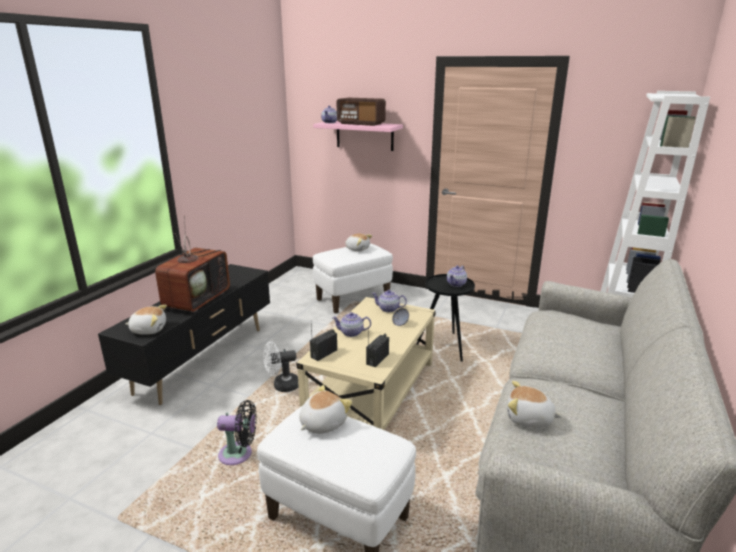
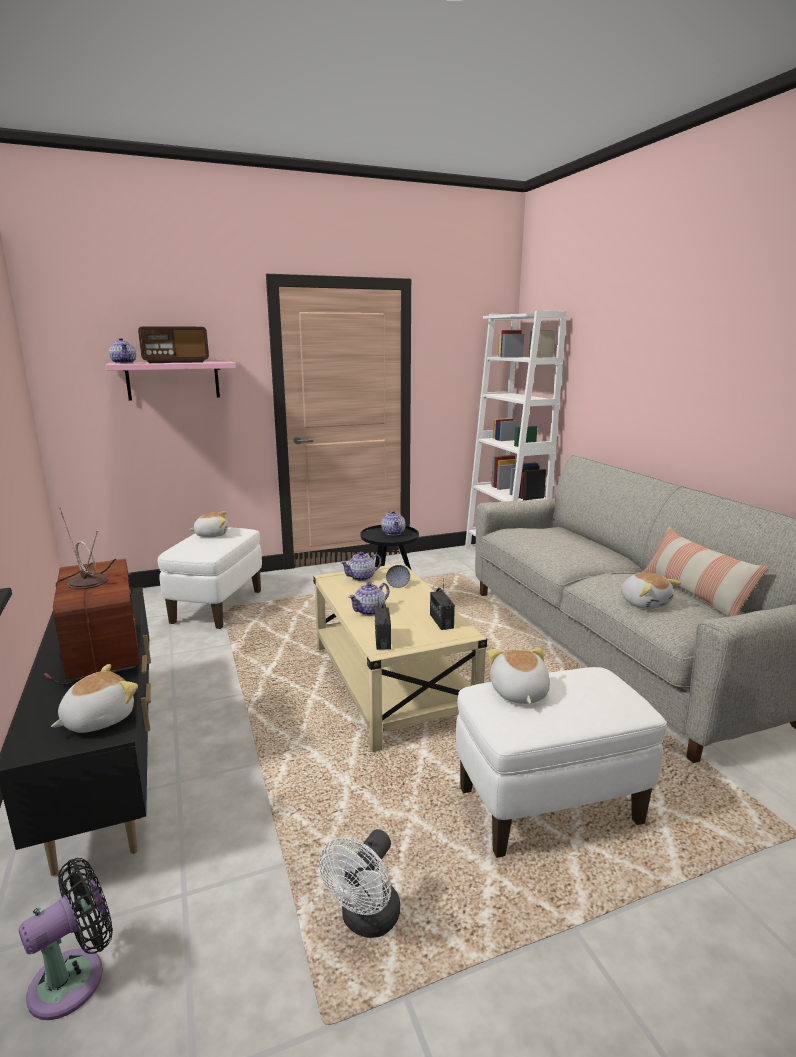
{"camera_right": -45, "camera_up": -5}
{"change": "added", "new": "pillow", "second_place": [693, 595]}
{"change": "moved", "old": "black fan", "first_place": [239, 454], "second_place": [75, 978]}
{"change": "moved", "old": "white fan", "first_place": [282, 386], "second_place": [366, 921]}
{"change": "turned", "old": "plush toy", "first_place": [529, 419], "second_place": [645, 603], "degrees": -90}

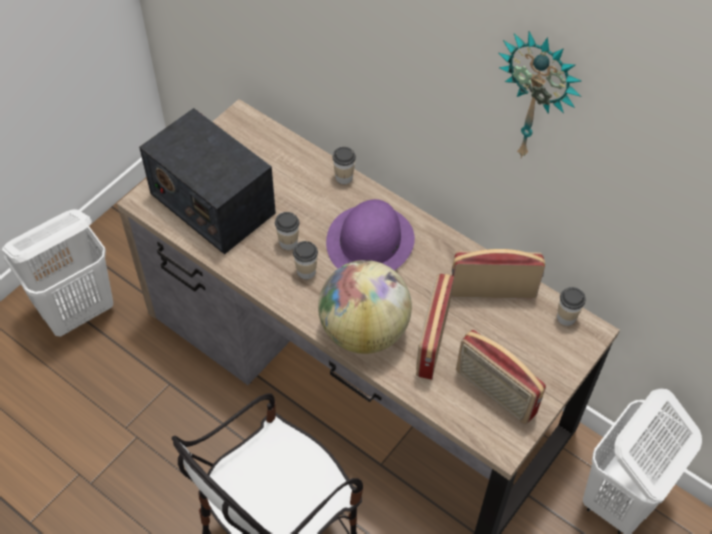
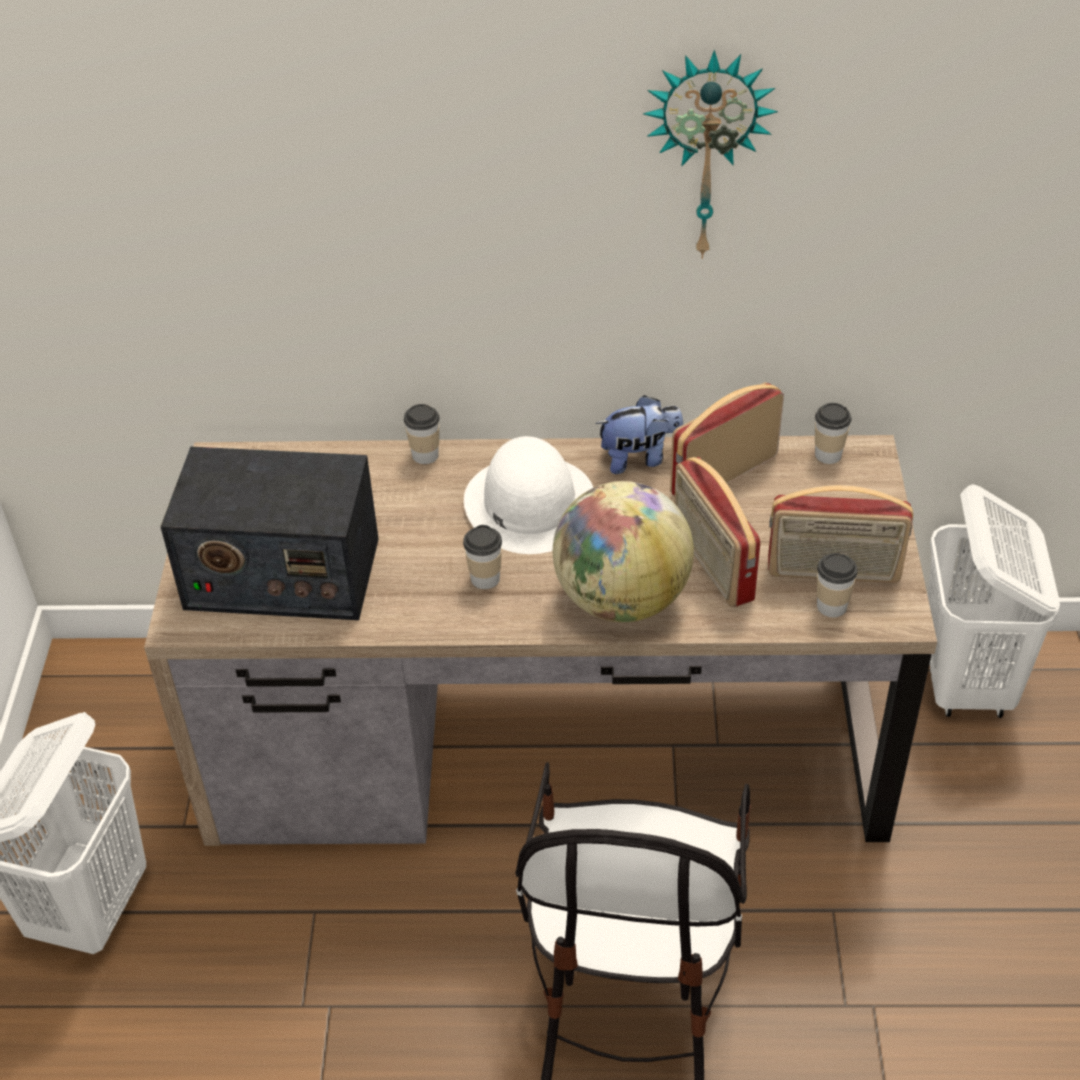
{"camera_right": -35, "camera_up": -10}
{"change": "added", "new": "plush toy", "second_place": [640, 458]}
{"change": "moved", "old": "cup", "first_place": [288, 242], "second_place": [831, 606]}
{"change": "recoloured", "old": "purple hat", "new": "white hat", "first_place": [370, 241], "second_place": [529, 503]}

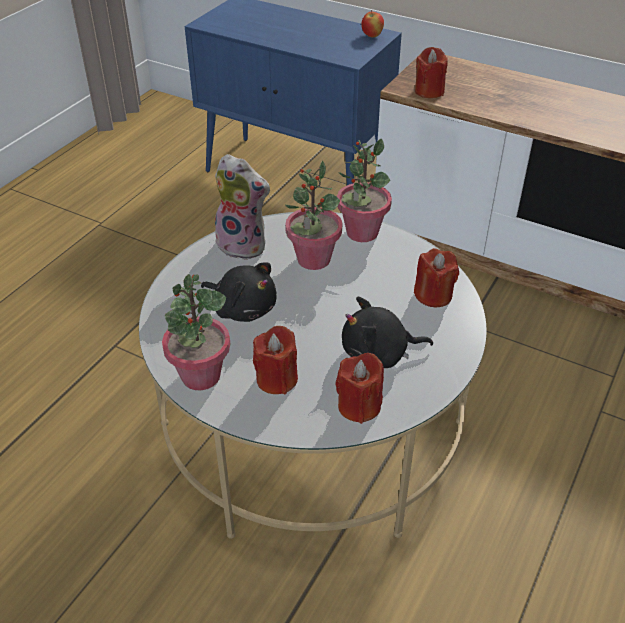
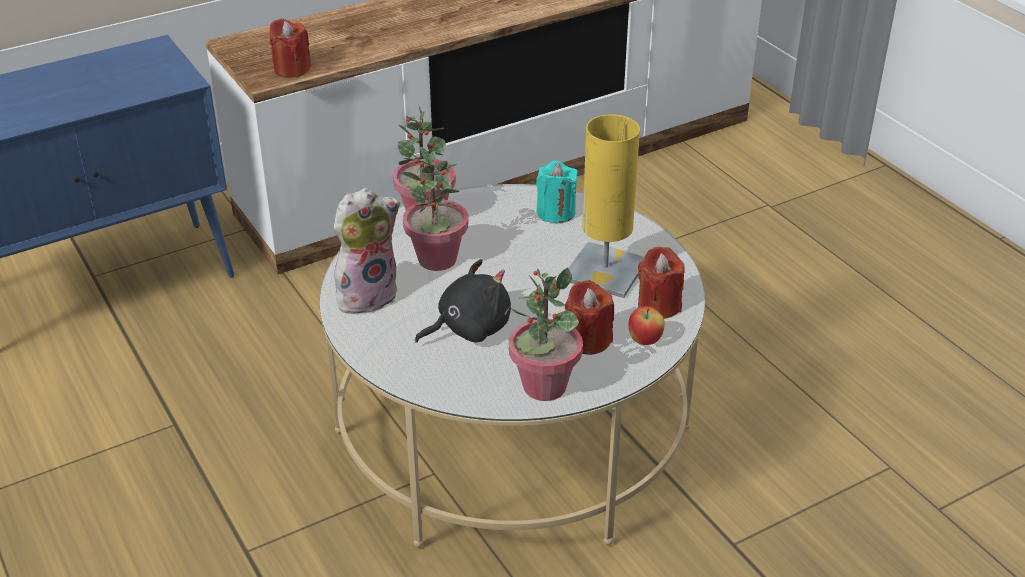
{"camera_right": -60, "camera_up": -5}
{"change": "moved", "old": "apple", "first_place": [372, 36], "second_place": [645, 341]}
{"change": "replaced", "old": "black plush toy", "new": "yellow table lamp", "first_place": [379, 354], "second_place": [605, 271]}
{"change": "recoloured", "old": "red candle", "new": "turquoise candle", "first_place": [433, 295], "second_place": [556, 212]}

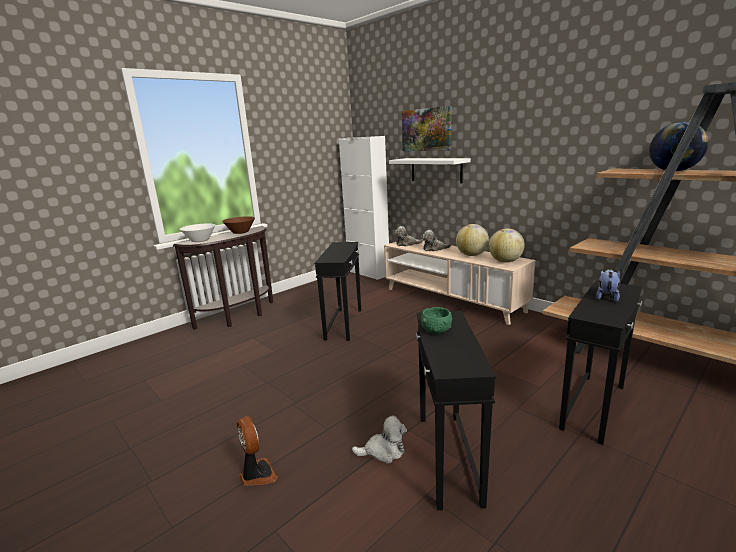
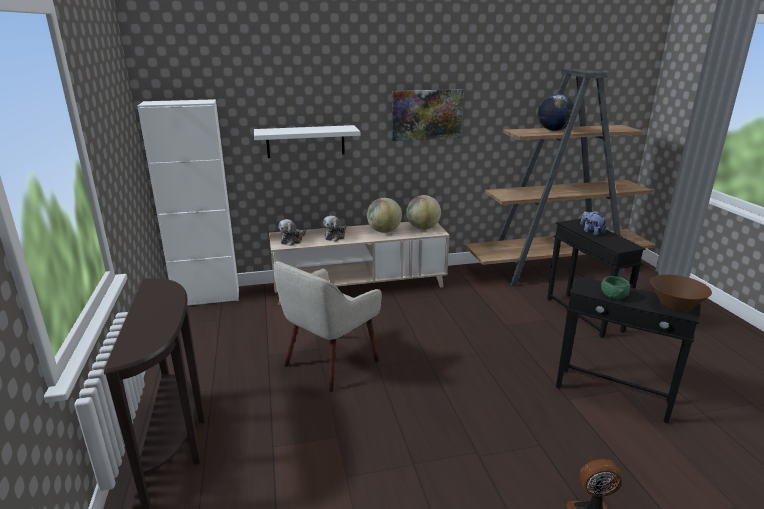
{"camera_right": -60, "camera_up": 5}
{"change": "removed", "old": "white bowl", "first_place": [200, 240]}
{"change": "removed", "old": "plush toy", "first_place": [383, 451]}
{"change": "moved", "old": "brown bowl", "first_place": [240, 232], "second_place": [675, 306]}
{"change": "moved", "old": "picture", "first_place": [426, 129], "second_place": [426, 114]}
{"change": "replaced", "old": "black side table", "new": "beige armchair", "first_place": [344, 324], "second_place": [329, 363]}

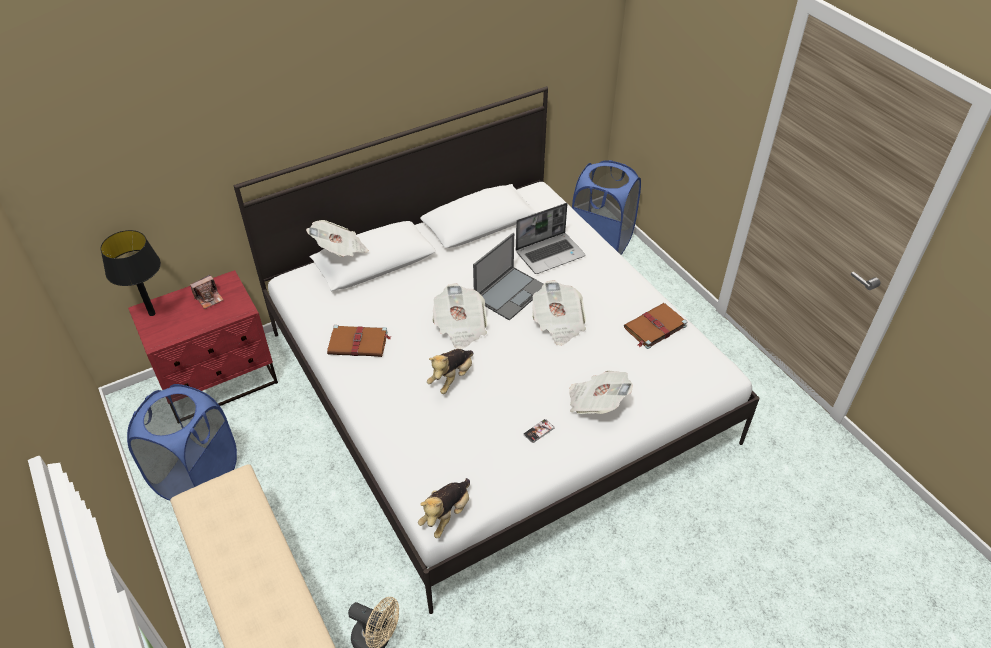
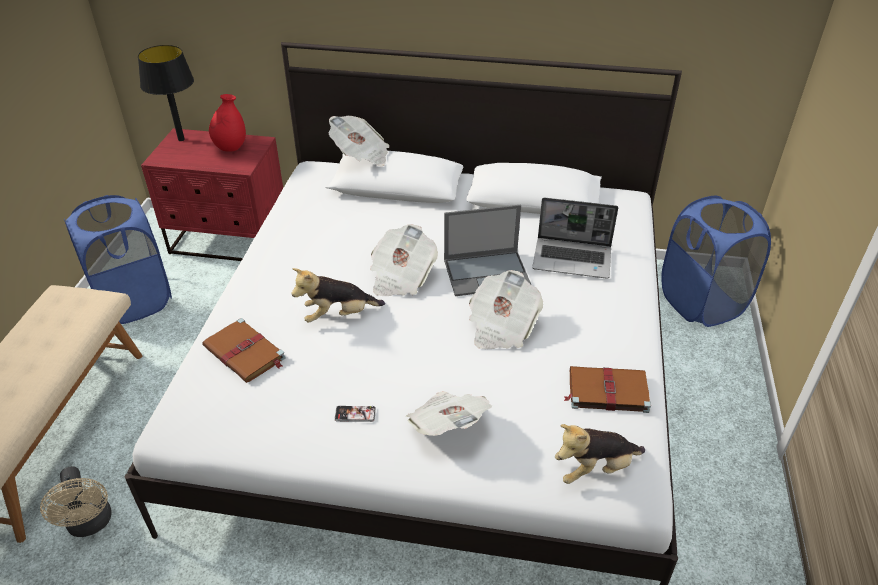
{"camera_right": 40, "camera_up": -5}
{"change": "moved", "old": "brown book", "first_place": [359, 343], "second_place": [245, 353]}
{"change": "moved", "old": "plush toy", "first_place": [446, 514], "second_place": [594, 468]}
{"change": "replaced", "old": "photo camera", "new": "red vase", "first_place": [209, 298], "second_place": [231, 148]}

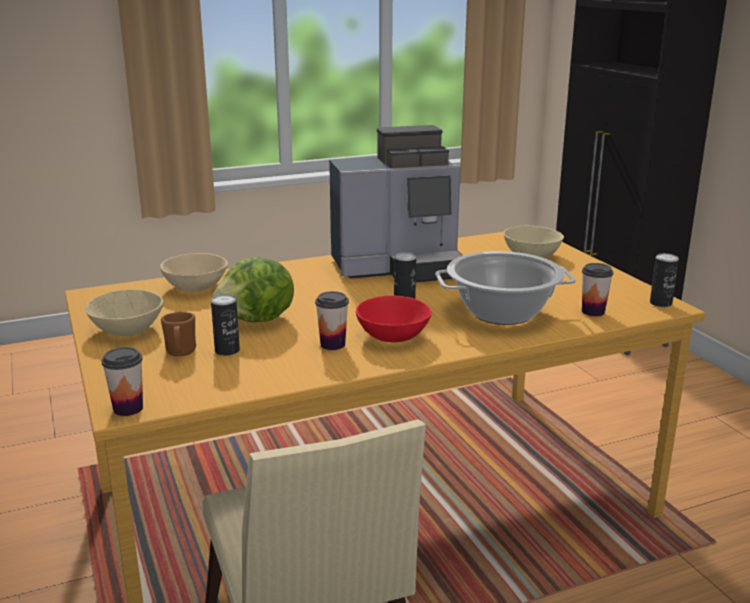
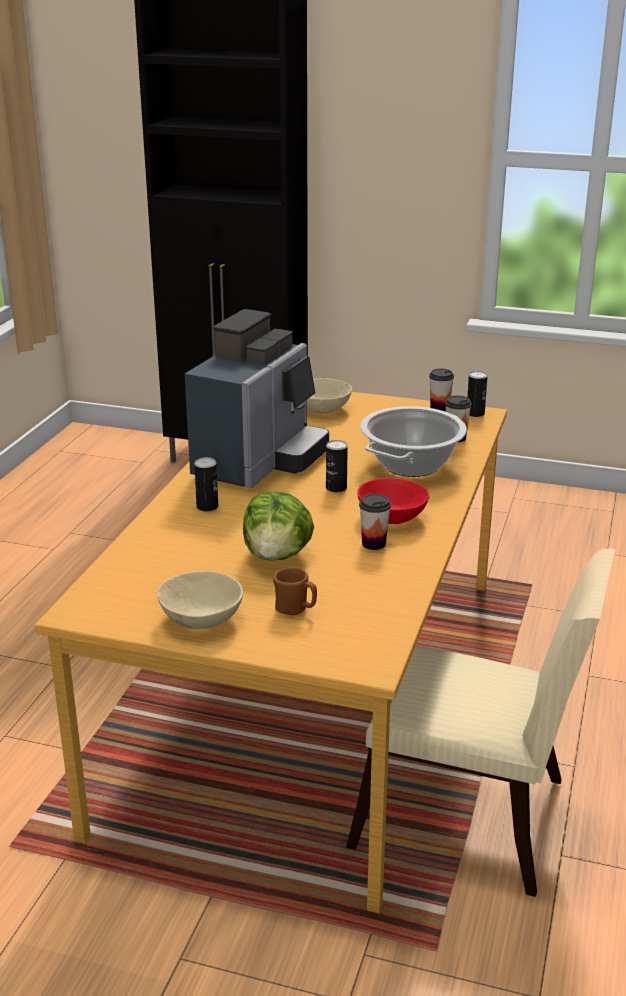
{"camera_right": -50, "camera_up": 5}
{"change": "removed", "old": "beige bowl", "first_place": [195, 287]}
{"change": "moved", "old": "cup", "first_place": [128, 408], "second_place": [439, 409]}
{"change": "moved", "old": "can", "first_place": [227, 351], "second_place": [207, 507]}

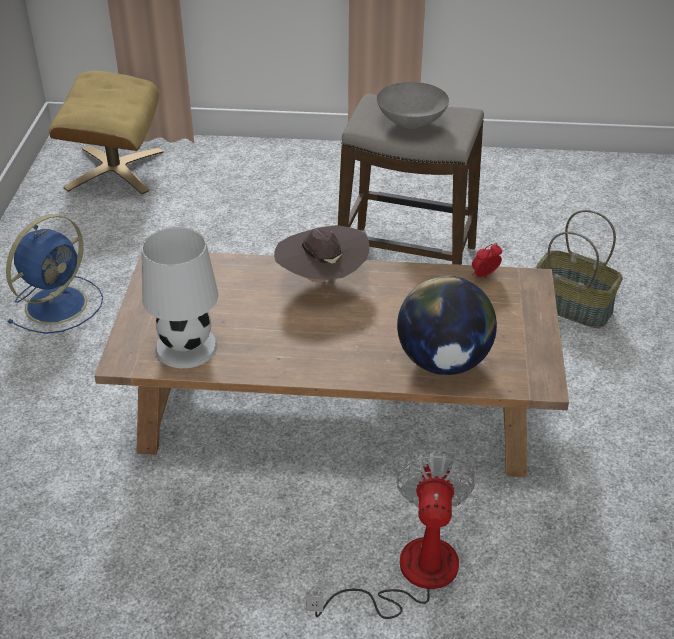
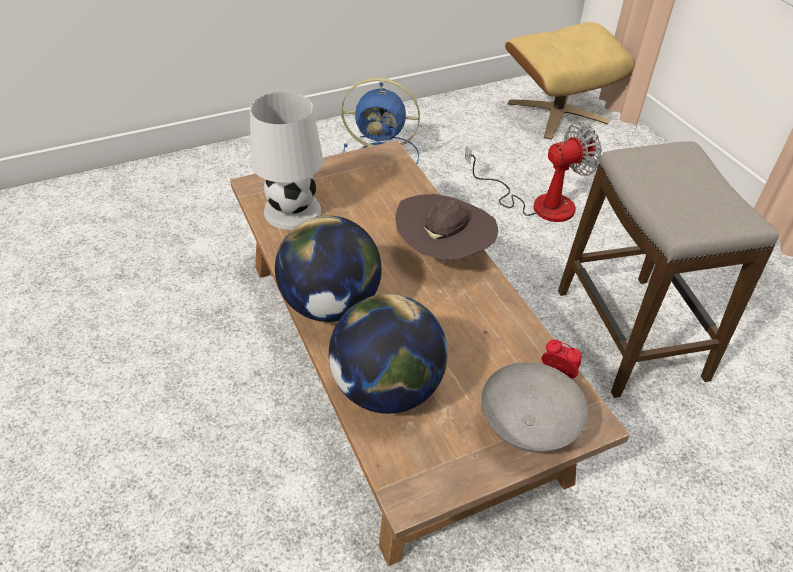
{"camera_right": 60, "camera_up": 5}
{"change": "removed", "old": "basket", "first_place": [573, 306]}
{"change": "added", "new": "globe", "second_place": [331, 305]}
{"change": "moved", "old": "fan", "first_place": [409, 575], "second_place": [538, 203]}
{"change": "moved", "old": "grey bowl", "first_place": [411, 123], "second_place": [526, 426]}

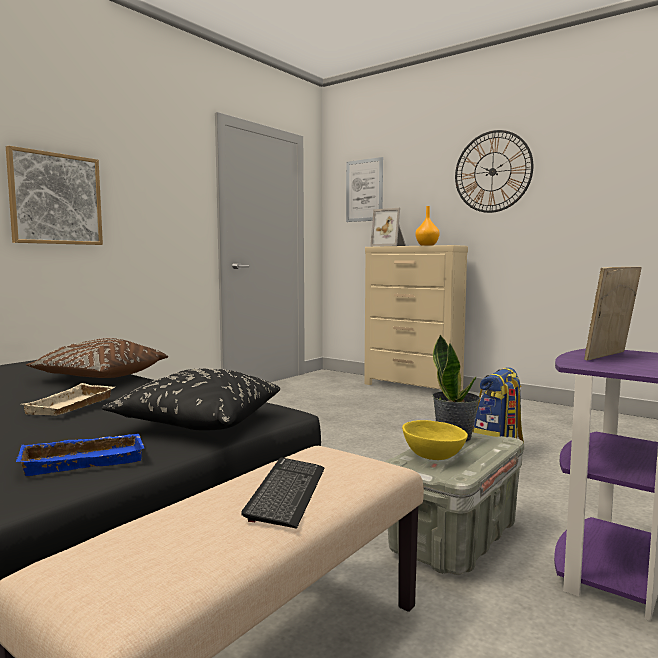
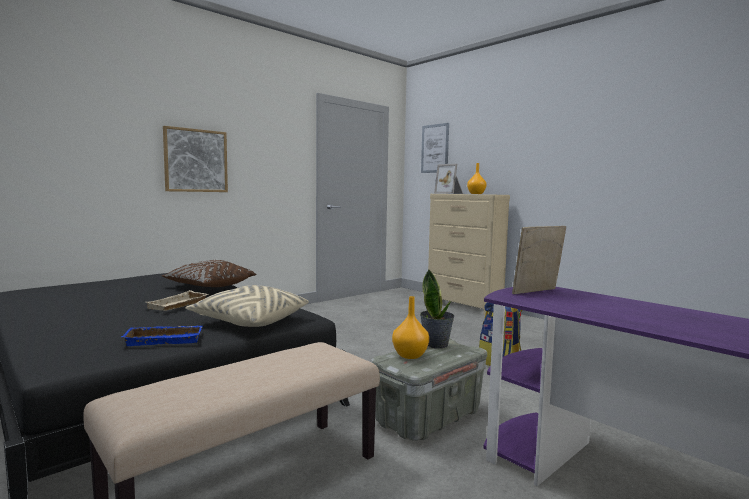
{"camera_right": 10, "camera_up": 0}
{"change": "removed", "old": "keyboard", "first_place": [287, 493]}
{"change": "removed", "old": "wall clock", "first_place": [492, 171]}
{"change": "replaced", "old": "yellow bowl", "new": "orange vase", "first_place": [432, 455], "second_place": [409, 355]}
{"change": "recoloured", "old": "black pillow", "new": "beige pillow", "first_place": [198, 423], "second_place": [249, 321]}

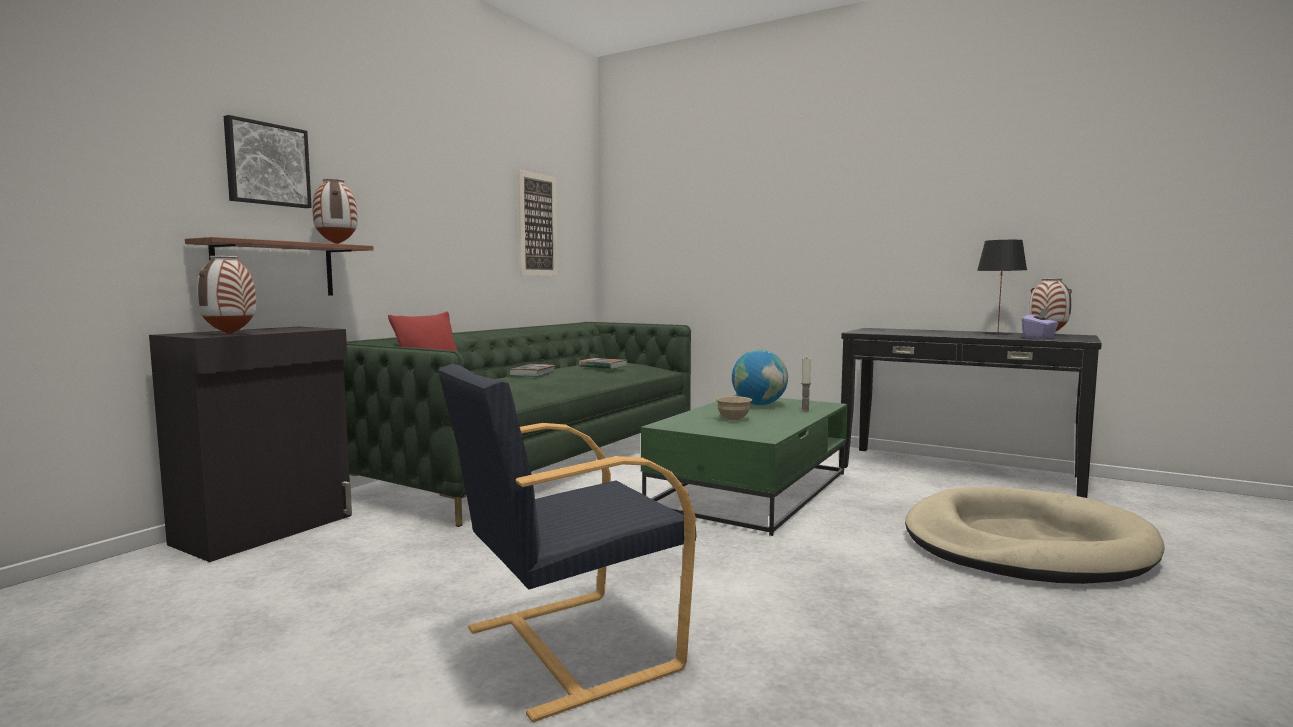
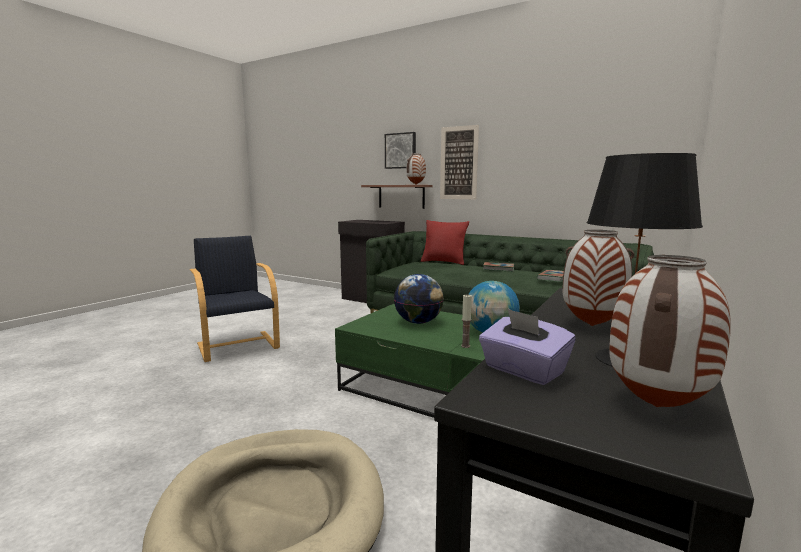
{"camera_right": 90, "camera_up": 5}
{"change": "moved", "old": "vase", "first_place": [229, 334], "second_place": [591, 326]}
{"change": "moved", "old": "picture", "first_place": [537, 225], "second_place": [459, 163]}
{"change": "replaced", "old": "beige bowl", "new": "globe", "first_place": [733, 419], "second_place": [418, 322]}

